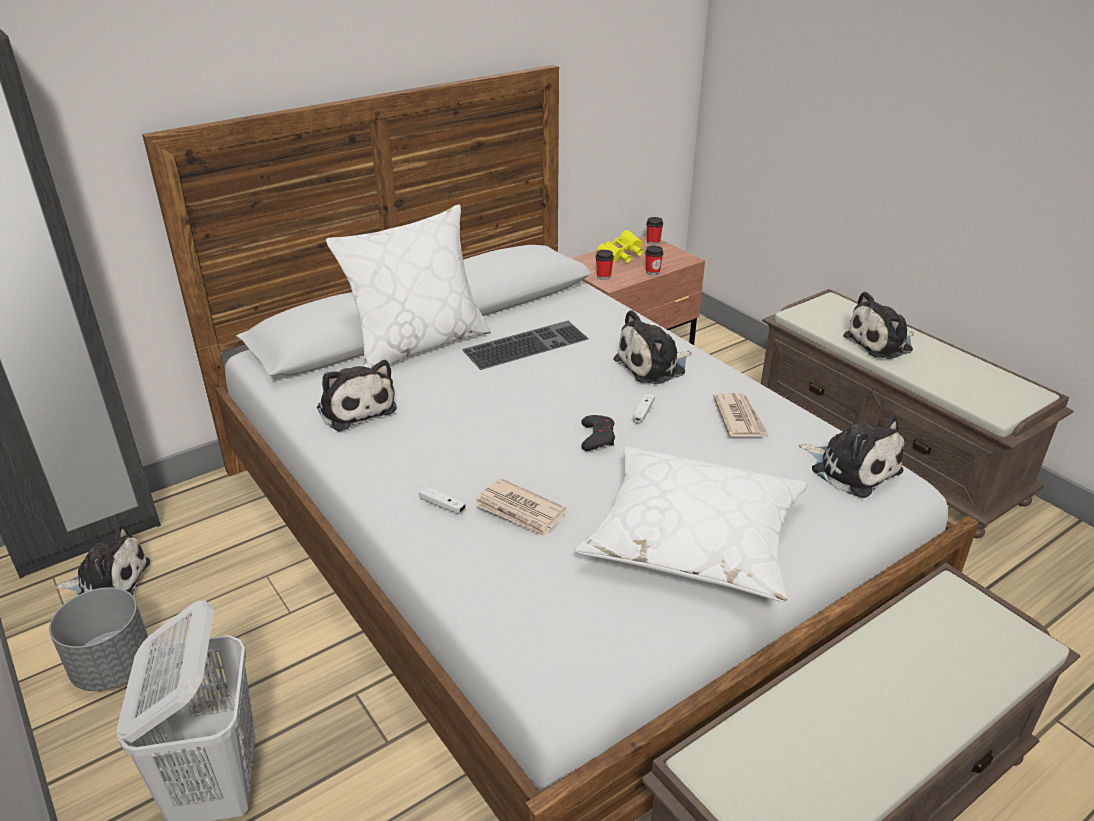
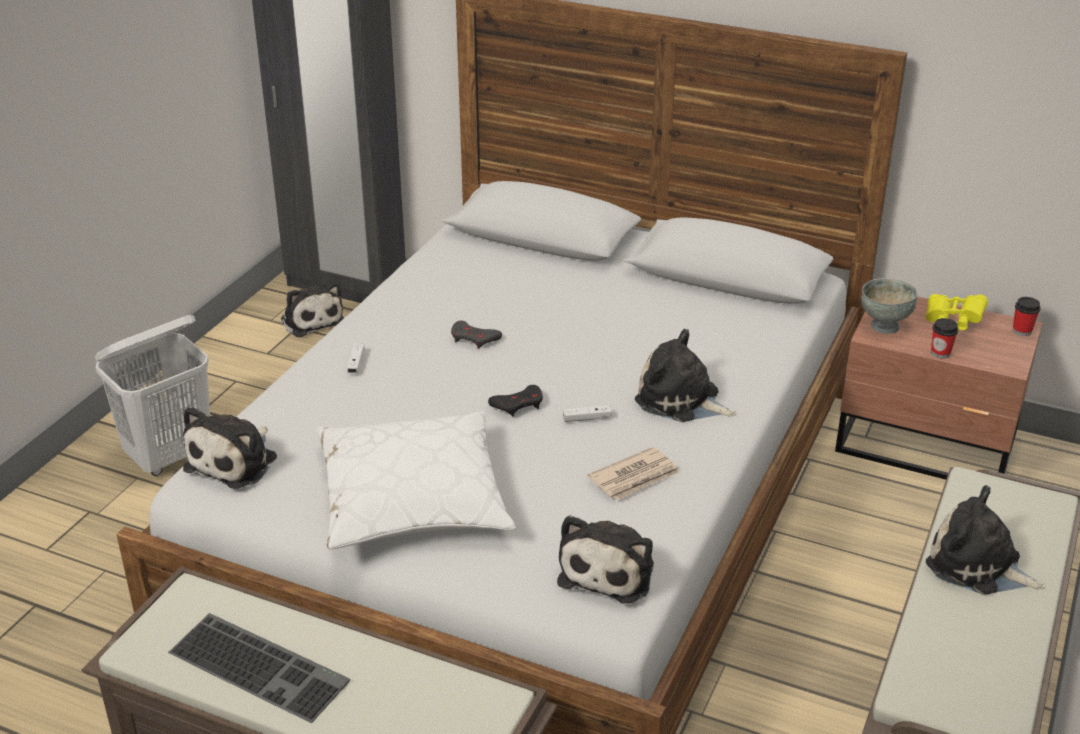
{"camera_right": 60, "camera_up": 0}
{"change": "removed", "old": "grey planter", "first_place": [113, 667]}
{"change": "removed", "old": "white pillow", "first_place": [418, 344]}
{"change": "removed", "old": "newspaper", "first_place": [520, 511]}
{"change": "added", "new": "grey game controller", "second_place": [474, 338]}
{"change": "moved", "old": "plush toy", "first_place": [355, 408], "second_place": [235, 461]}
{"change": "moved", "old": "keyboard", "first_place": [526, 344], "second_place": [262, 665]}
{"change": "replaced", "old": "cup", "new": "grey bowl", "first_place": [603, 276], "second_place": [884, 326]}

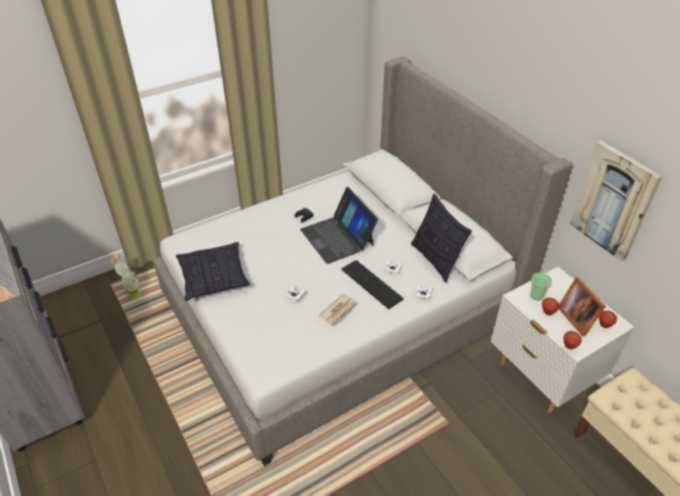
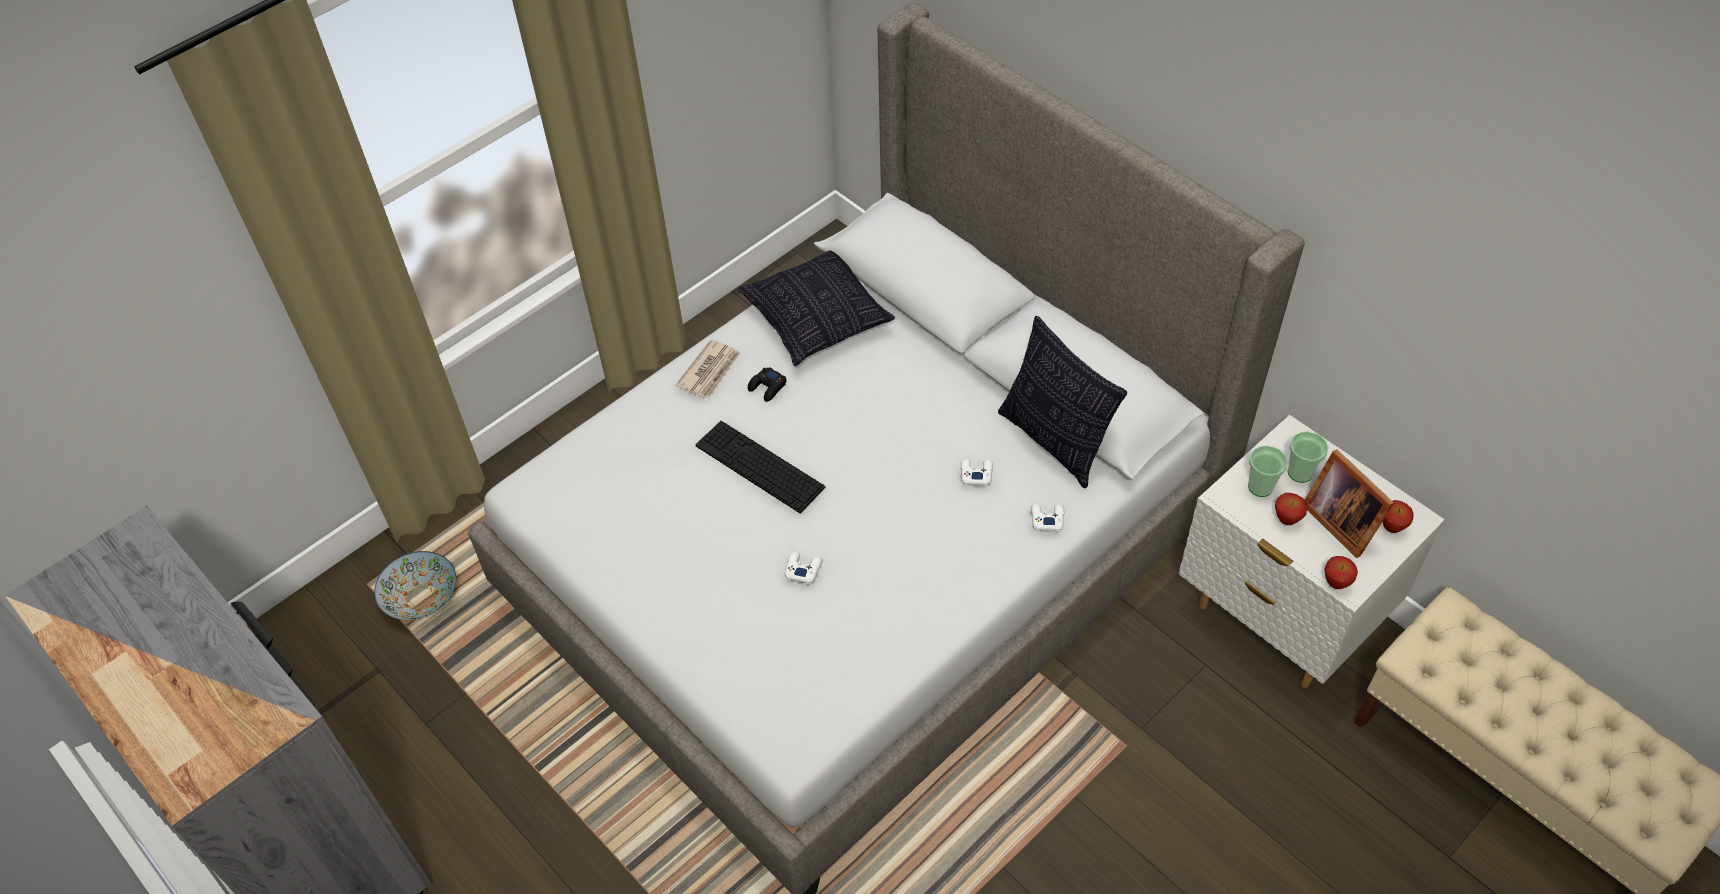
{"camera_right": -10, "camera_up": 10}
{"change": "removed", "old": "laptop", "first_place": [337, 237]}
{"change": "removed", "old": "picture", "first_place": [613, 201]}
{"change": "added", "new": "cup", "second_place": [1300, 473]}
{"change": "moved", "old": "pillow", "first_place": [214, 278], "second_place": [817, 318]}
{"change": "moved", "old": "newspaper", "first_place": [339, 311], "second_place": [710, 371]}
{"change": "moved", "old": "keyboard", "first_place": [371, 284], "second_place": [759, 466]}
{"change": "replaced", "old": "potted plant", "new": "bowl", "first_place": [132, 294], "second_place": [421, 597]}

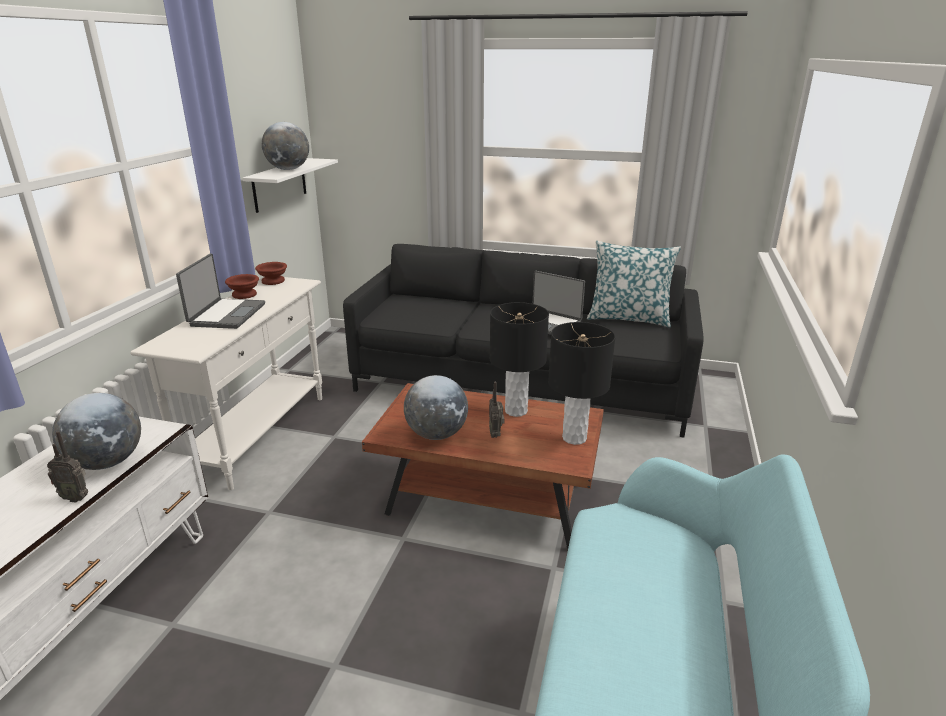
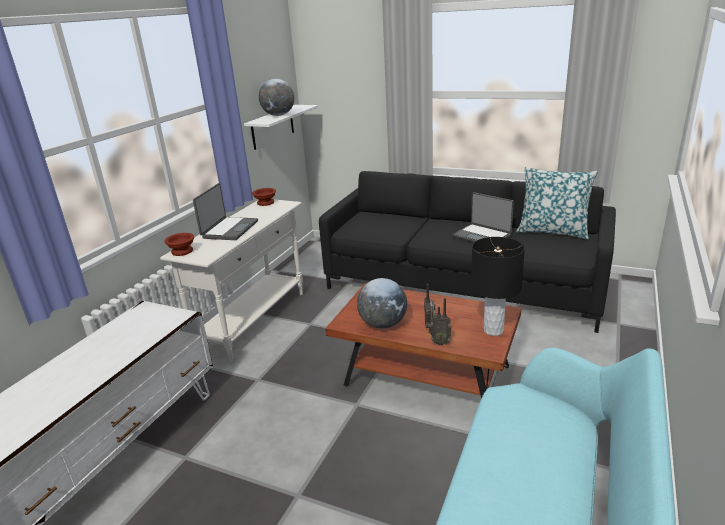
{"camera_right": 10, "camera_up": 0}
{"change": "removed", "old": "globe", "first_place": [107, 462]}
{"change": "removed", "old": "black table lamp", "first_place": [516, 410]}
{"change": "moved", "old": "radio", "first_place": [76, 497], "second_place": [439, 342]}
{"change": "moved", "old": "brown bowl", "first_place": [243, 295], "second_place": [181, 251]}

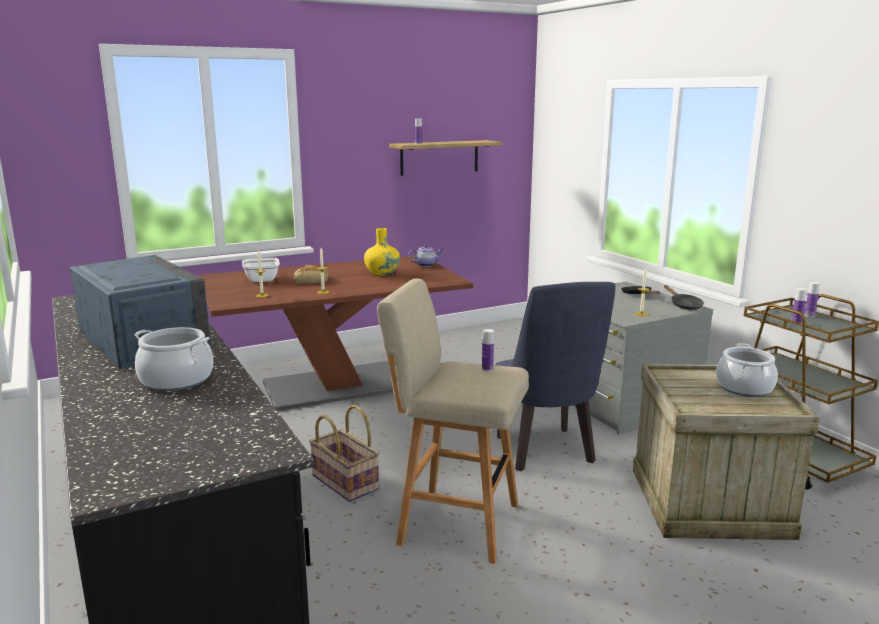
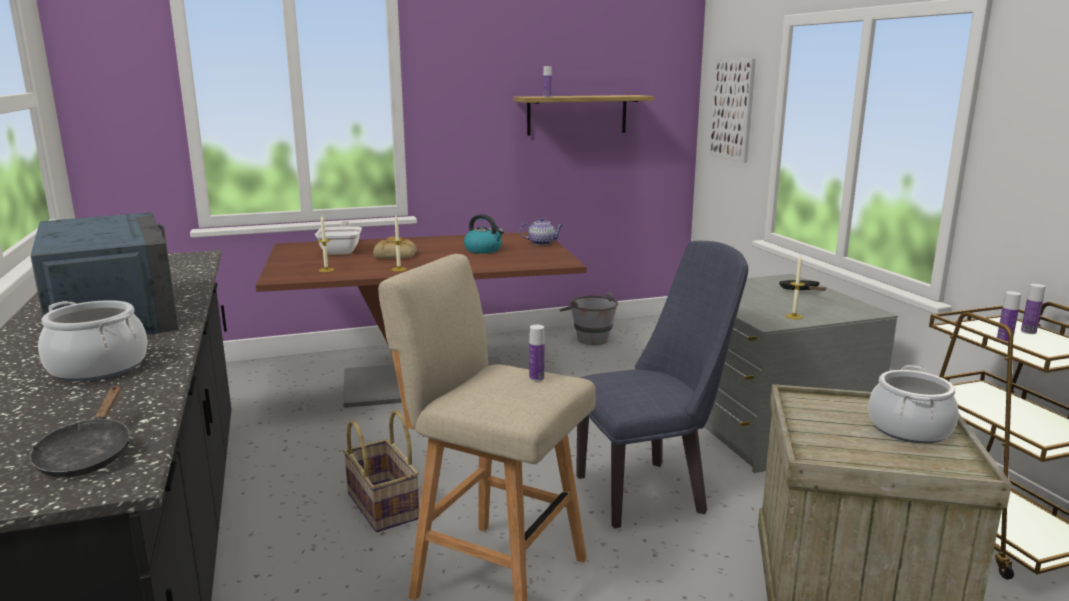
{"camera_right": 10, "camera_up": 0}
{"change": "added", "new": "grey bucket", "second_place": [588, 338]}
{"change": "added", "new": "picture", "second_place": [732, 109]}
{"change": "moved", "old": "black frying pan", "first_place": [684, 305], "second_place": [88, 455]}
{"change": "replaced", "old": "yellow vase", "new": "kettle", "first_place": [382, 273], "second_place": [484, 250]}
{"change": "turned", "old": "blue chair", "first_place": [547, 453], "second_place": [650, 491], "degrees": -105}

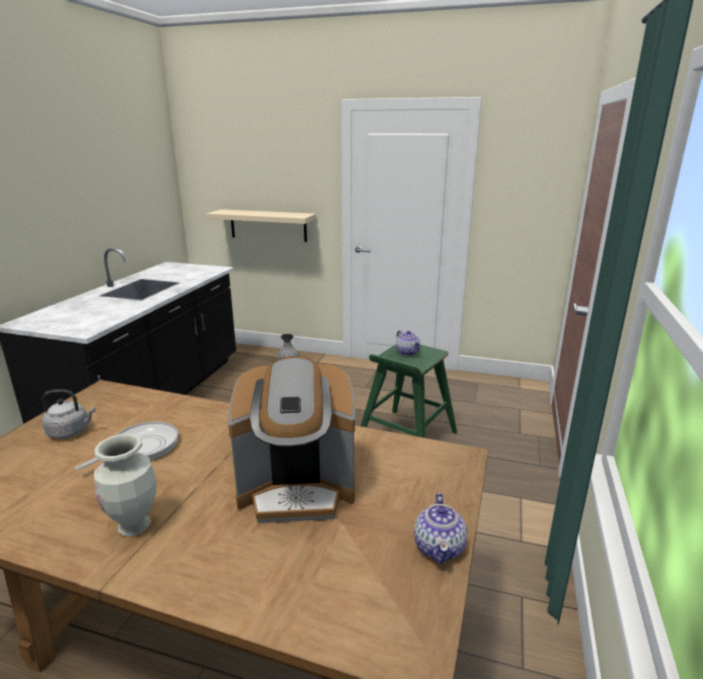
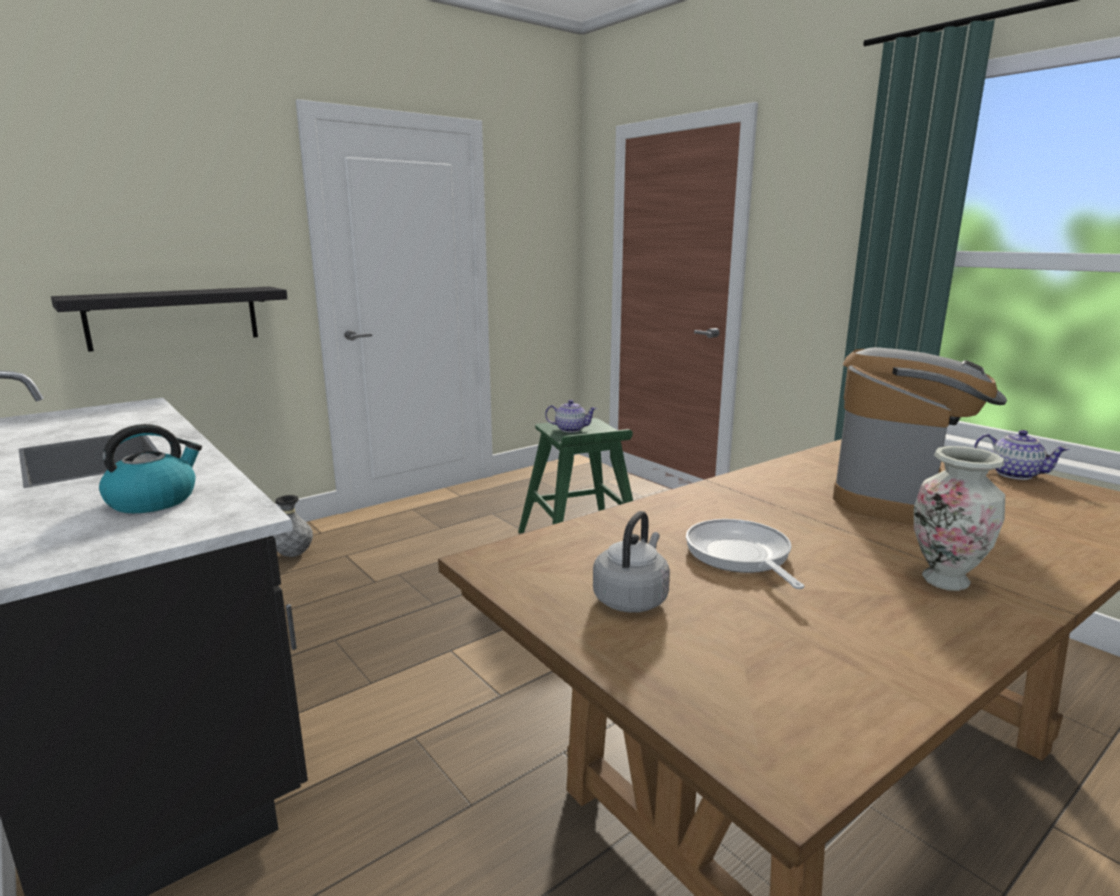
{"camera_right": -55, "camera_up": -5}
{"change": "added", "new": "kettle", "second_place": [154, 500]}
{"change": "recoloured", "old": "beige shelf", "new": "black shelf", "first_place": [268, 225], "second_place": [174, 317]}

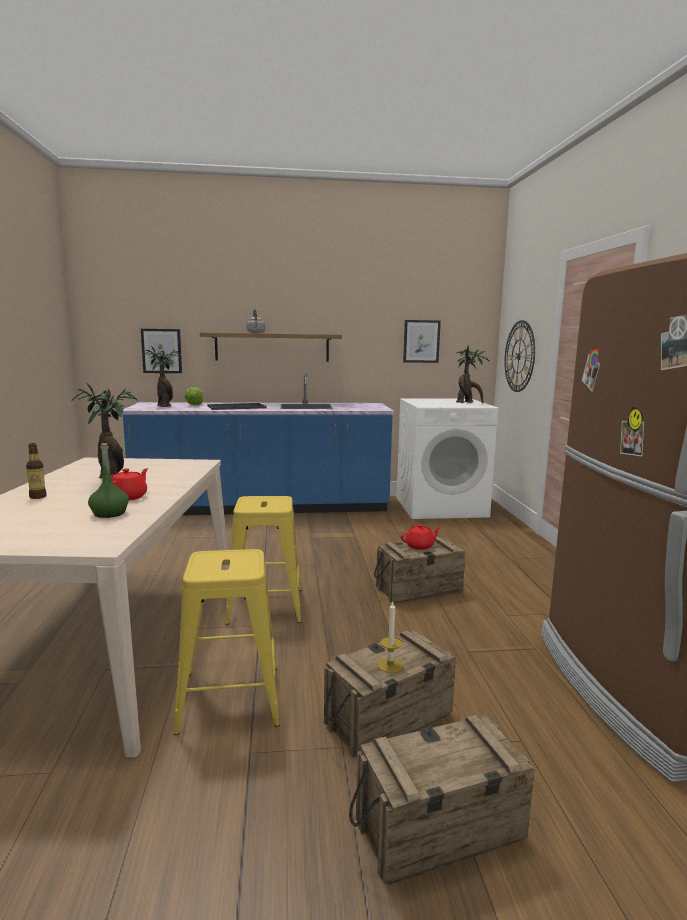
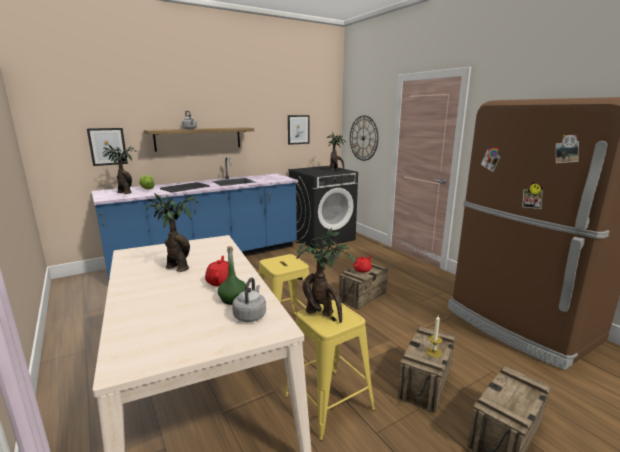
{"camera_right": -25, "camera_up": 5}
{"change": "removed", "old": "bottle", "first_place": [38, 497]}
{"change": "added", "new": "grey kettle", "second_place": [250, 315]}
{"change": "added", "new": "potted plant", "second_place": [322, 314]}
{"change": "recoloured", "old": "white washing machine", "new": "black washing machine", "first_place": [441, 507], "second_place": [322, 237]}

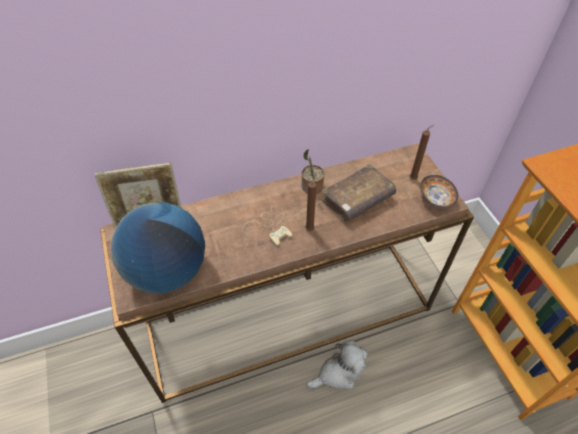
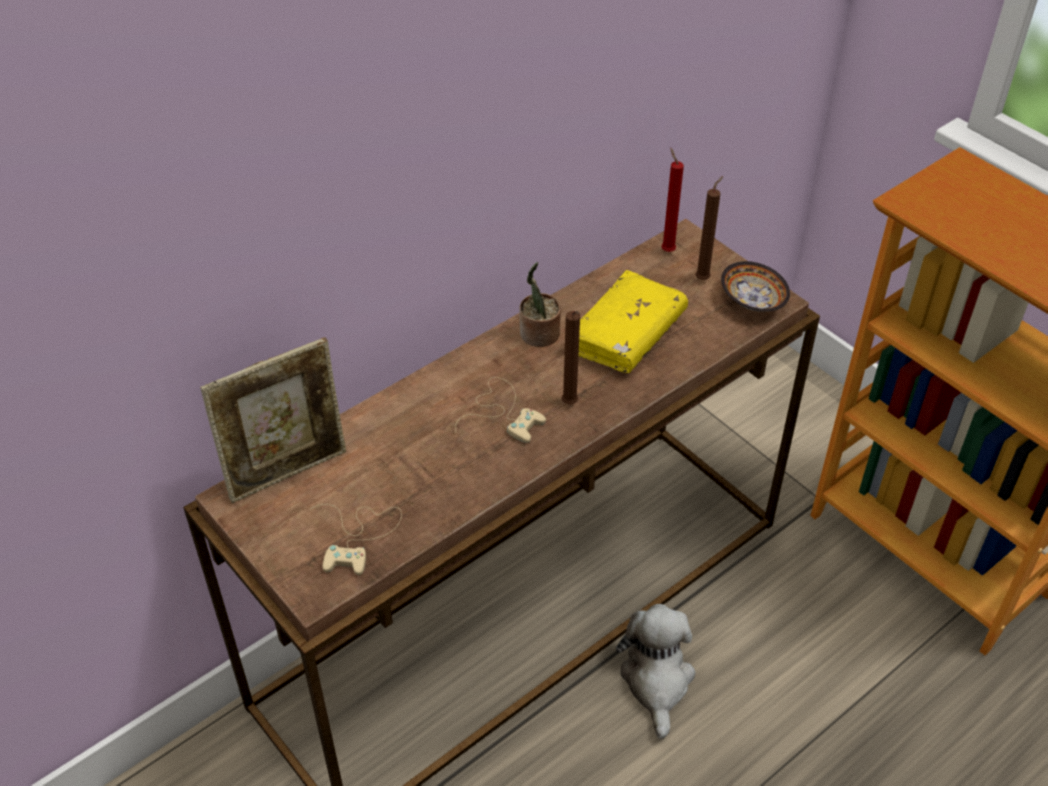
{"camera_right": -20, "camera_up": -5}
{"change": "added", "new": "red candle", "second_place": [666, 250]}
{"change": "replaced", "old": "globe", "new": "beige game controller", "first_place": [167, 272], "second_place": [359, 536]}
{"change": "recoloured", "old": "brown book", "new": "yellow book", "first_place": [357, 199], "second_place": [626, 335]}
{"change": "turned", "old": "plush toy", "first_place": [338, 373], "second_place": [656, 680], "degrees": -45}

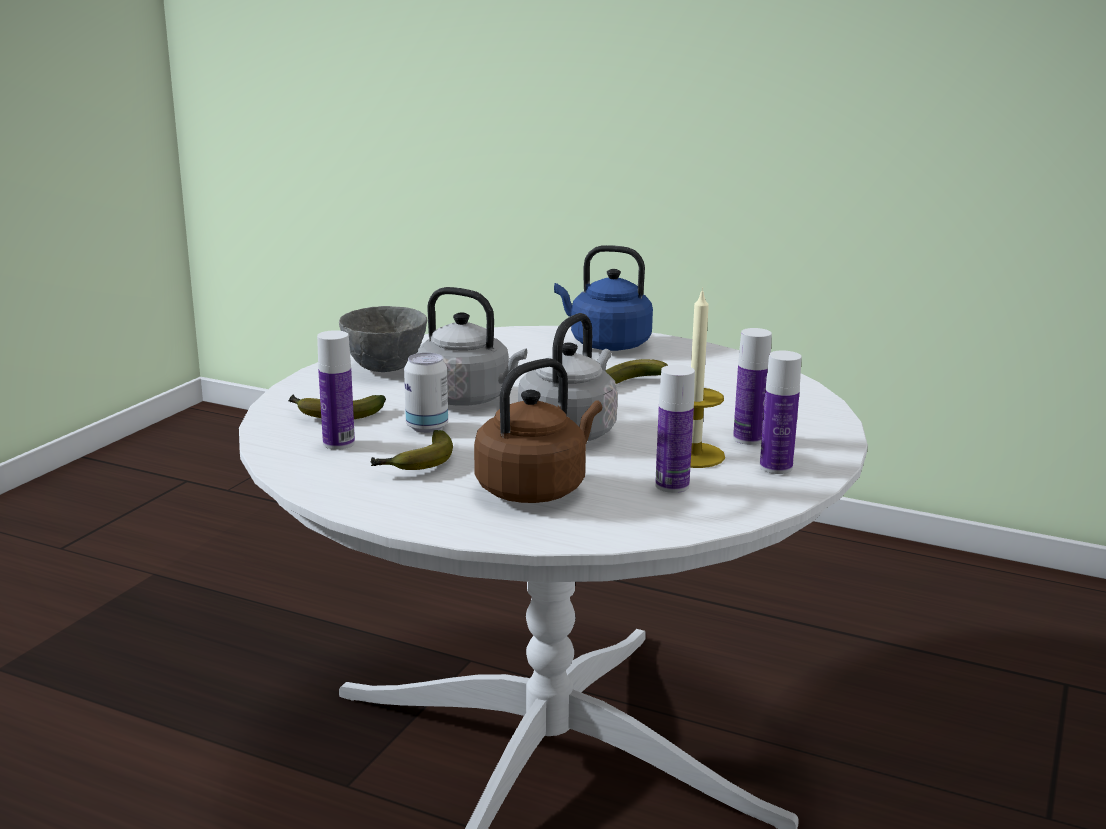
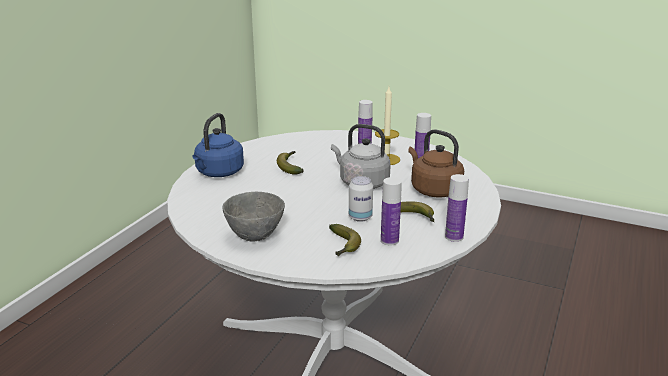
{"camera_right": -90, "camera_up": 5}
{"change": "removed", "old": "grey kettle", "first_place": [468, 399]}
{"change": "moved", "old": "bottle", "first_place": [776, 467], "second_place": [454, 237]}

